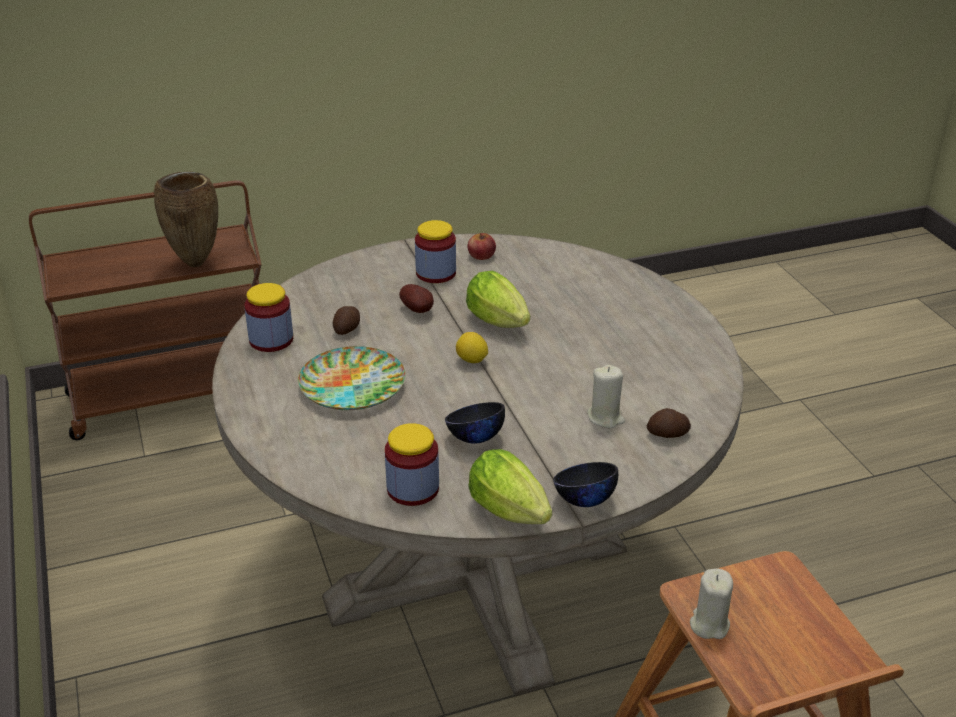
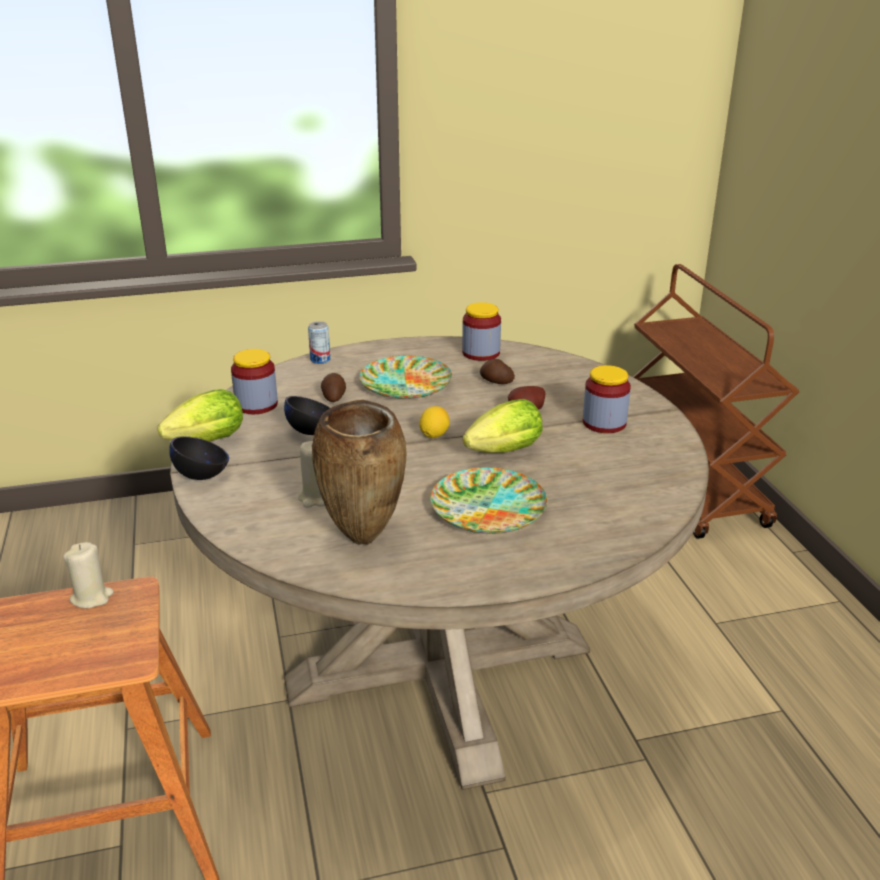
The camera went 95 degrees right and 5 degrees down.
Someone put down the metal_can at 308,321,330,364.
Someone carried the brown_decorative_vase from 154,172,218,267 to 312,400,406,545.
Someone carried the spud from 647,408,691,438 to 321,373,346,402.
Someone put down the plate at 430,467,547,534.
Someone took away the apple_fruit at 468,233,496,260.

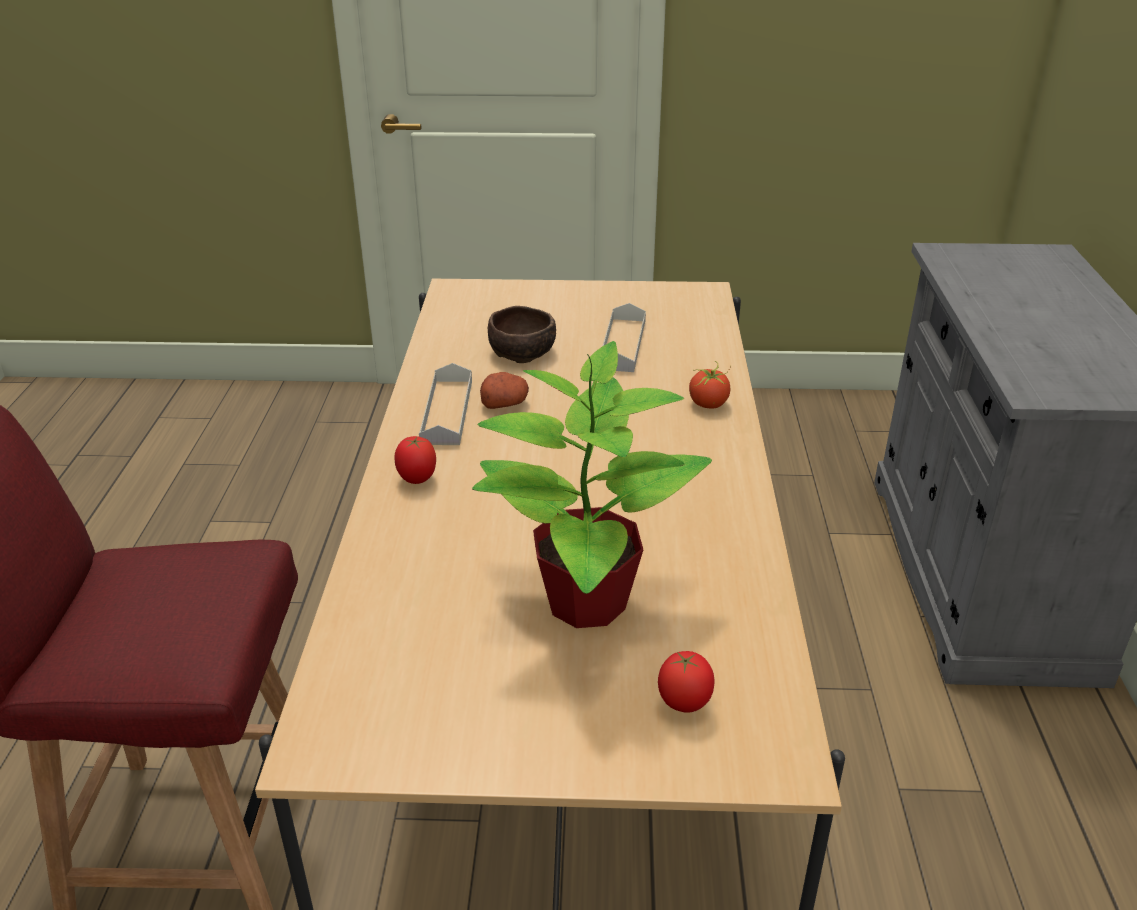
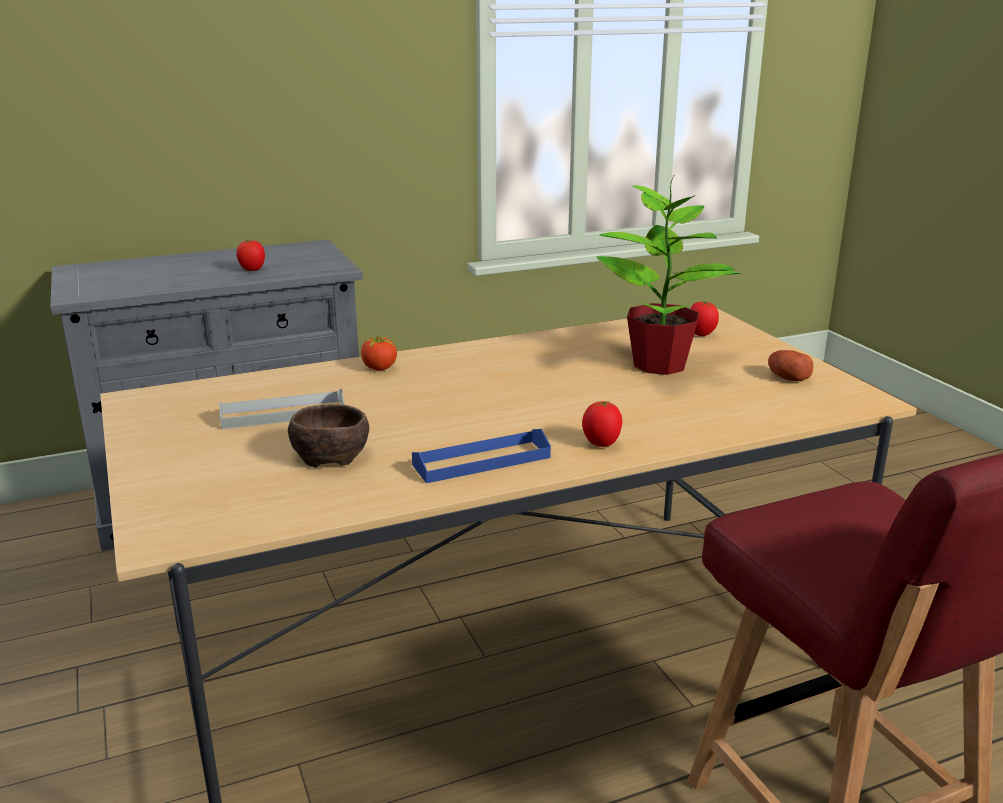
The camera went 115 degrees left and 10 degrees down.
Someone put down the tomato at 236,240,265,271.
Someone repainted the gray_tray at 419,363,472,445, which became the blue_tray at 412,429,551,483.
Someone carried the spud from 480,372,529,409 to 768,350,813,381.

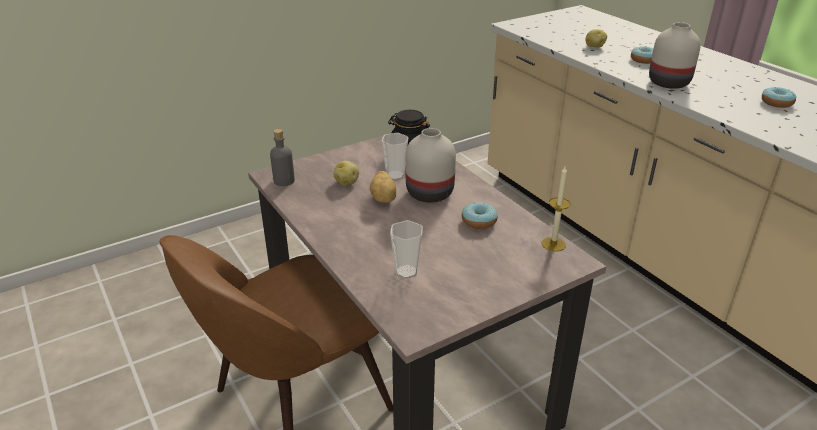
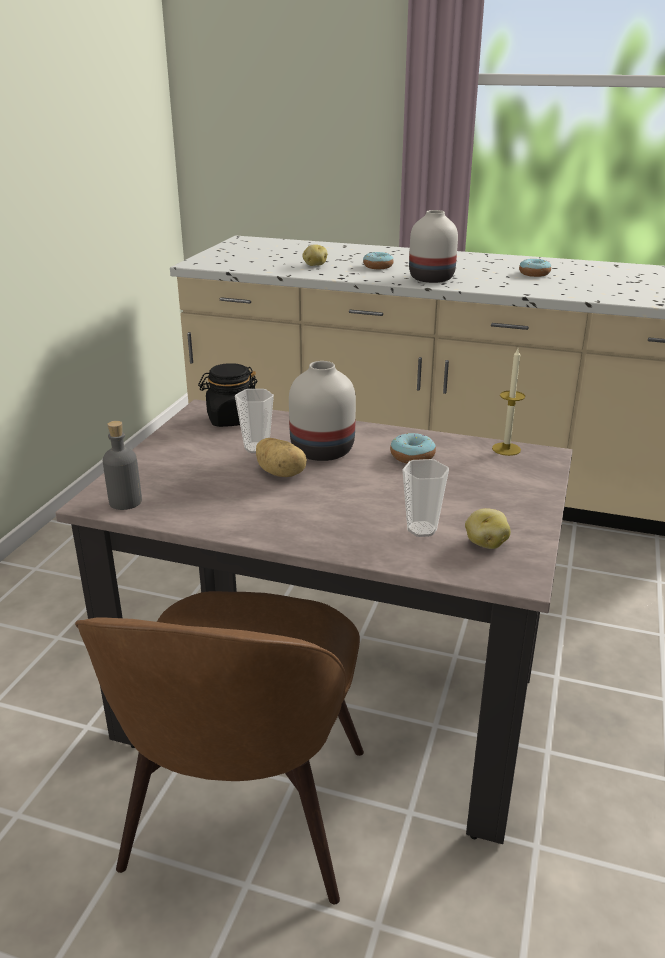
The camera went 40 degrees left and 5 degrees down.
Someone carried the spud from 333,161,359,185 to 465,508,511,549.

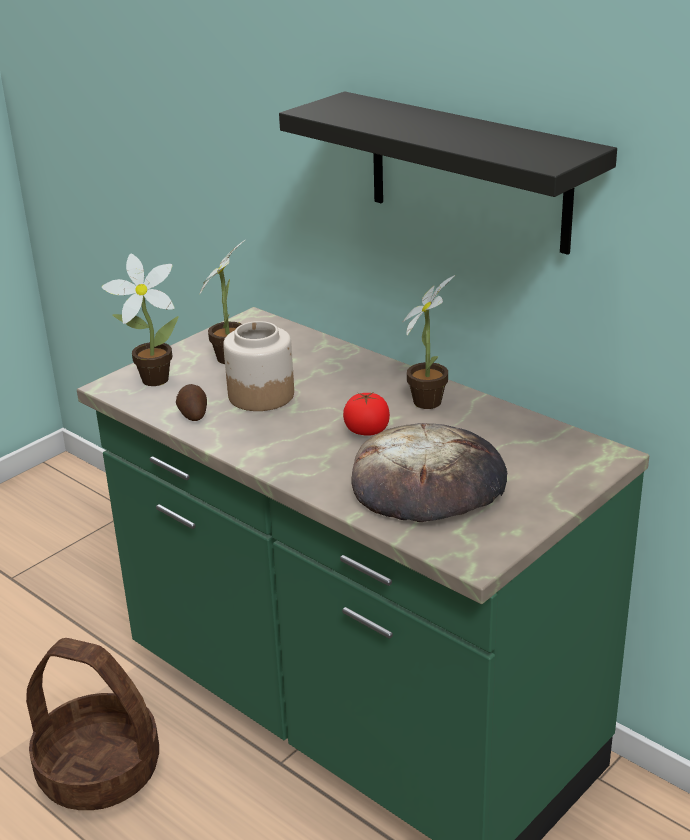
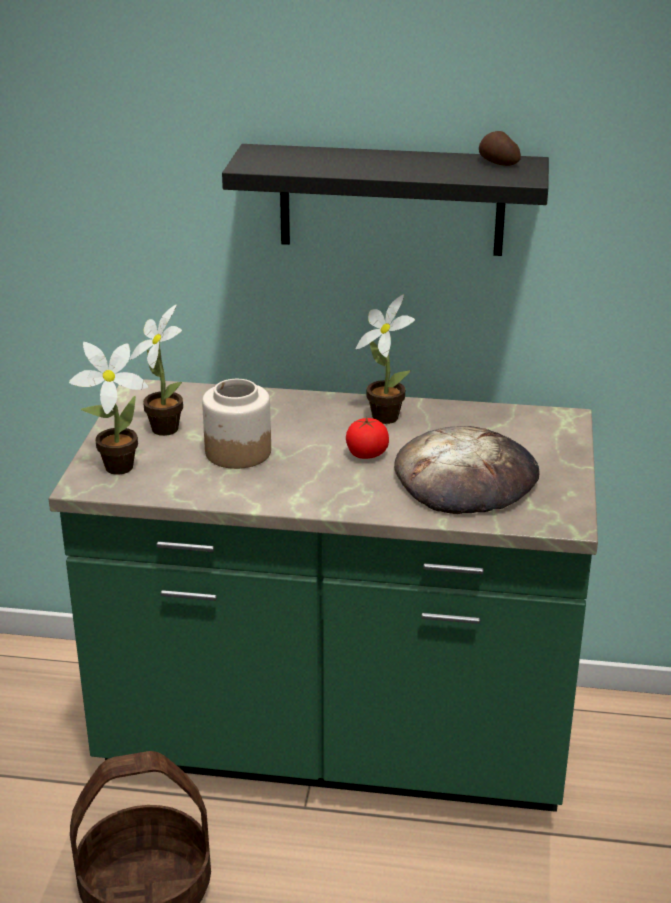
The camera went 35 degrees left and 0 degrees up.
Someone carried the spud from 176,384,207,421 to 479,131,521,166.

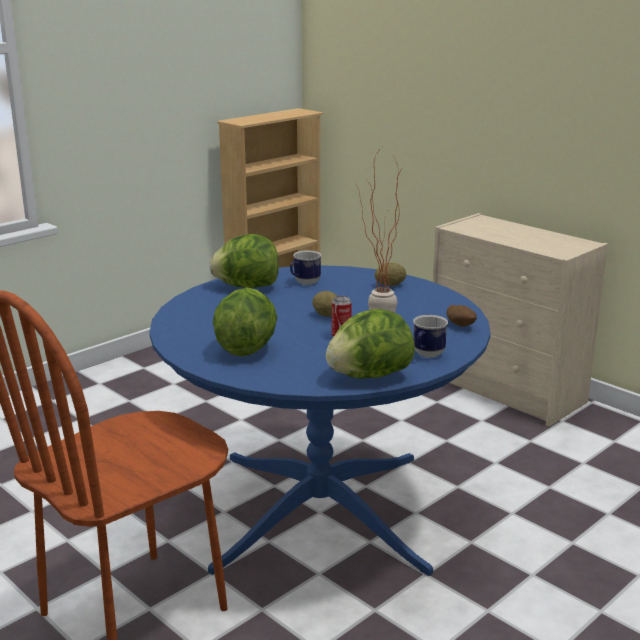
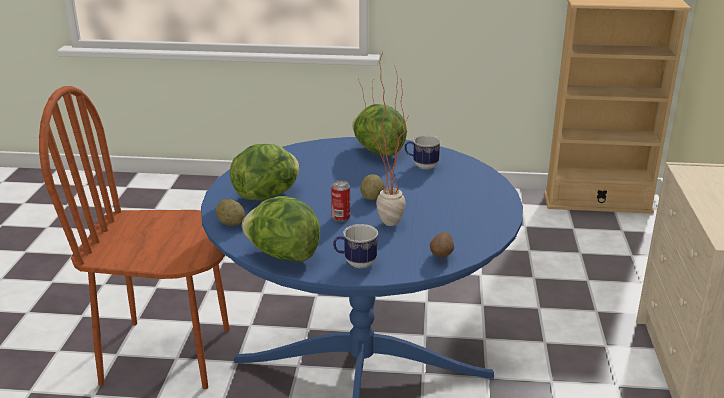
The camera went 50 degrees right and 5 degrees up.
Someone carried the spud from 375,263,406,286 to 216,199,245,226.

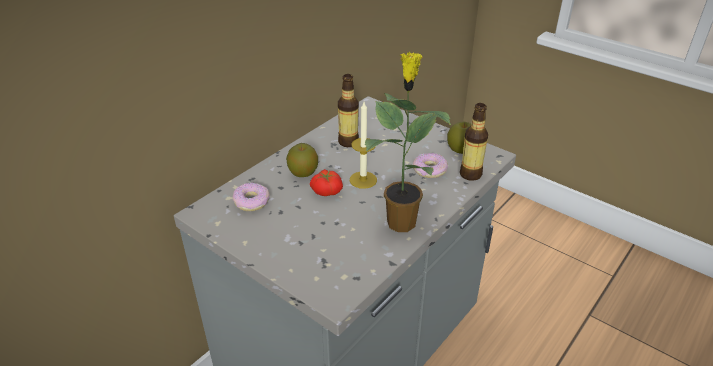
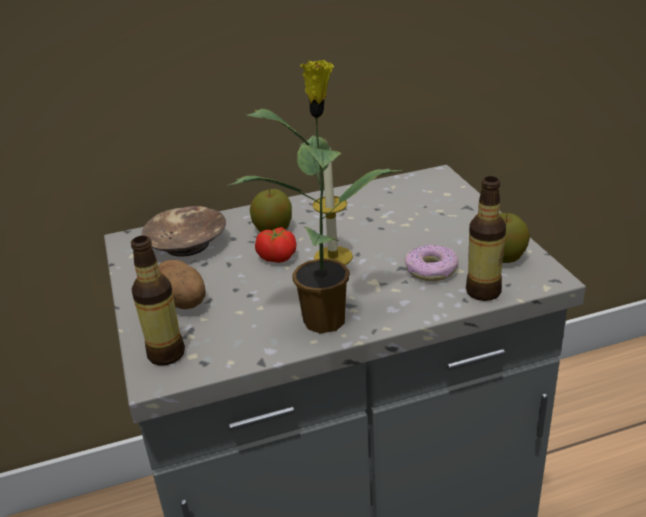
The camera went 35 degrees right and 5 degrees down.
Someone carried the bottle from 338,74,359,147 to 131,236,185,366.
Someone swapped the donut at 232,183,270,211 for the brown_deep_dish at 141,206,226,257.
Someone put down the spud at 158,260,206,309.

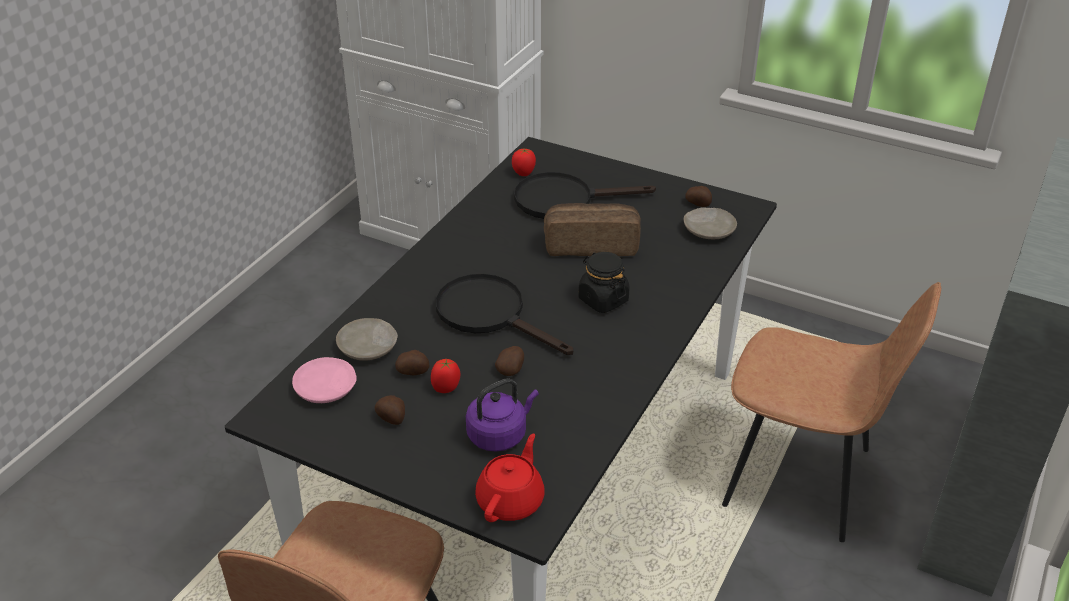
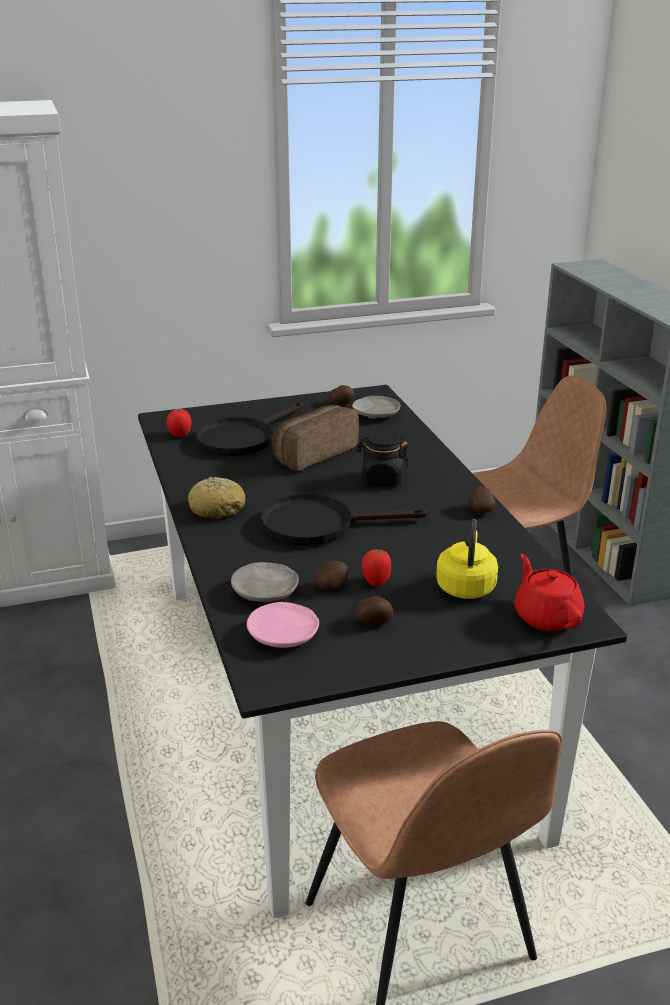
The camera went 45 degrees left and 10 degrees down.
Someone put down the bread at 188,477,246,519.
Someone repainted the purplish_kettle at 466,378,539,452, which became the yellowish_kettle at 436,519,498,599.
Someone carried the spud from 495,346,524,376 to 468,486,495,513.

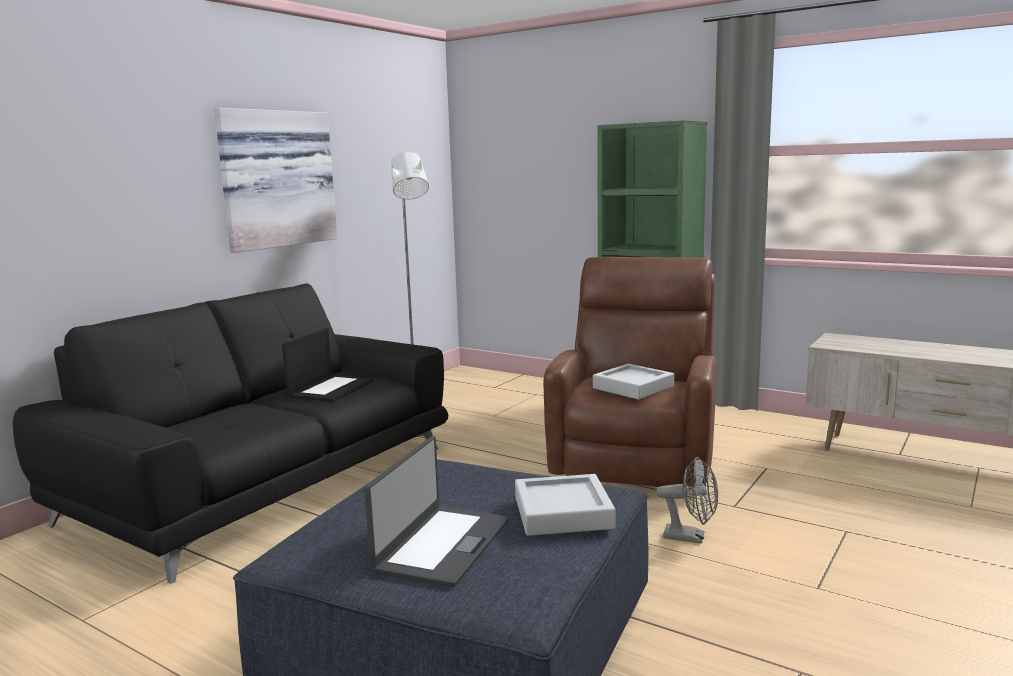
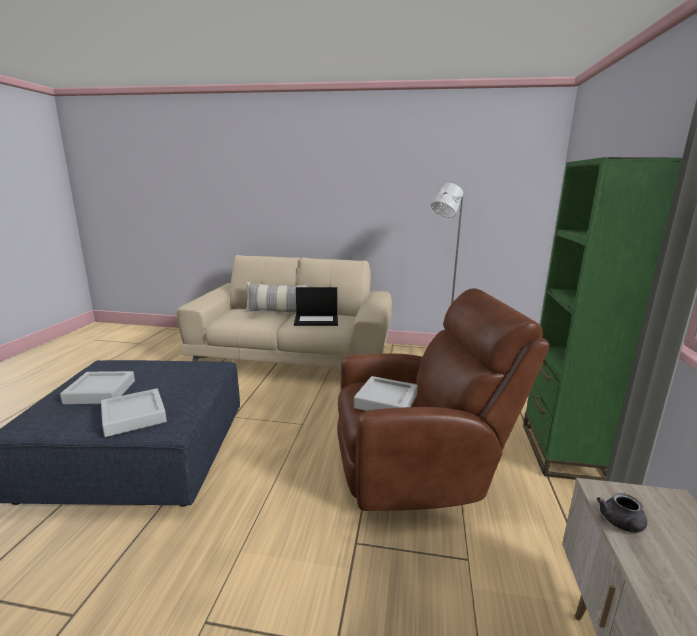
The camera went 65 degrees right and 5 degrees up.
Someone swapped the notebook_computer at 364,436,509,587 for the gray_tray at 60,371,135,404.
Someone repainted the black_sofa at 13,283,448,584, which became the sand-coloured_sofa at 176,255,392,368.
Someone put down the pillow at 245,281,311,312.
Someone put down the gray_teapot at 597,493,647,533.
Someone took away the picture at 215,108,337,253.
Someone took away the gray_electric_fan at 656,457,718,544.

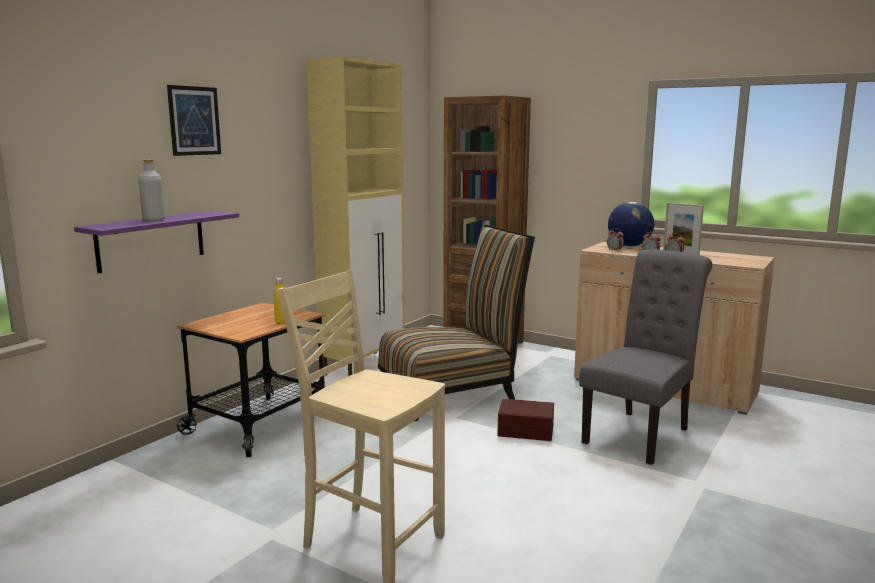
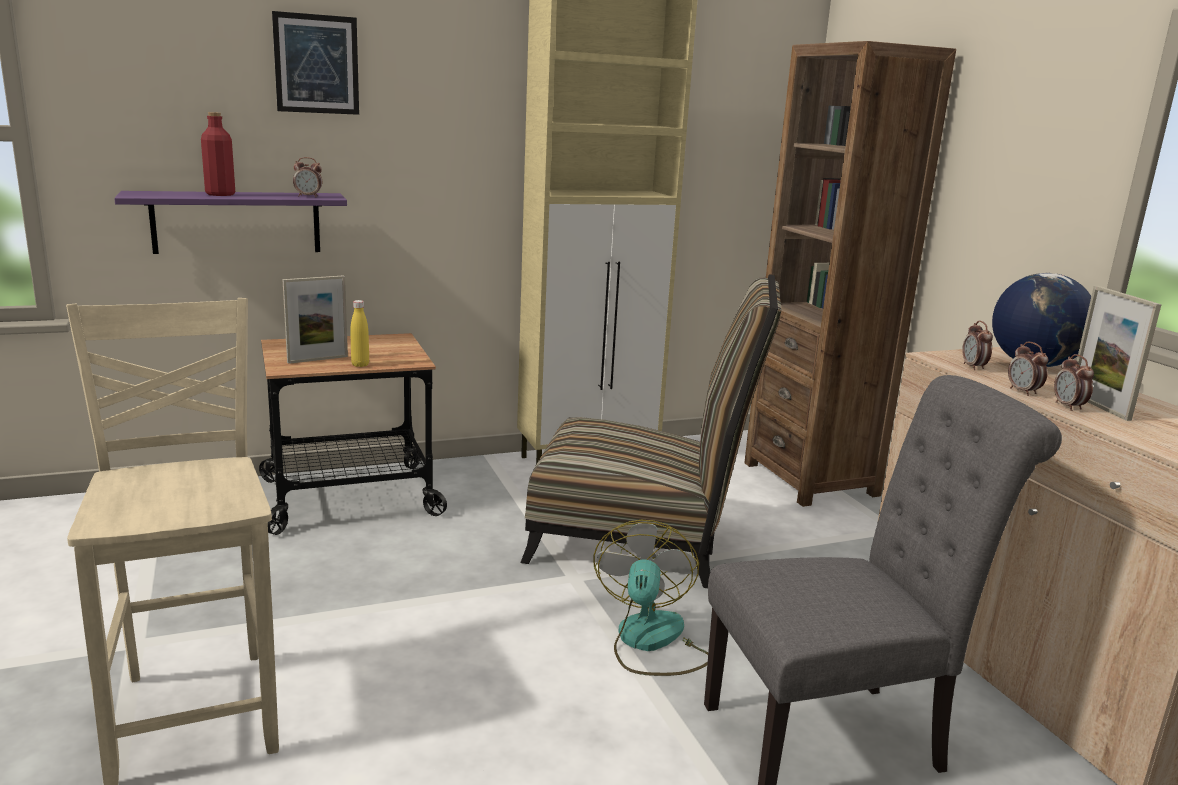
The camera went 35 degrees right and 5 degrees up.
Someone repainted the gray_bottle at 138,160,165,221, which became the red-coloured_bottle at 201,112,235,196.
Someone put down the photo_frame at 282,275,348,364.
Someone put down the table_clock at 293,157,322,197.
Someone swapped the brown_storage_box at 497,399,554,441 for the electric_fan at 594,520,708,676.

